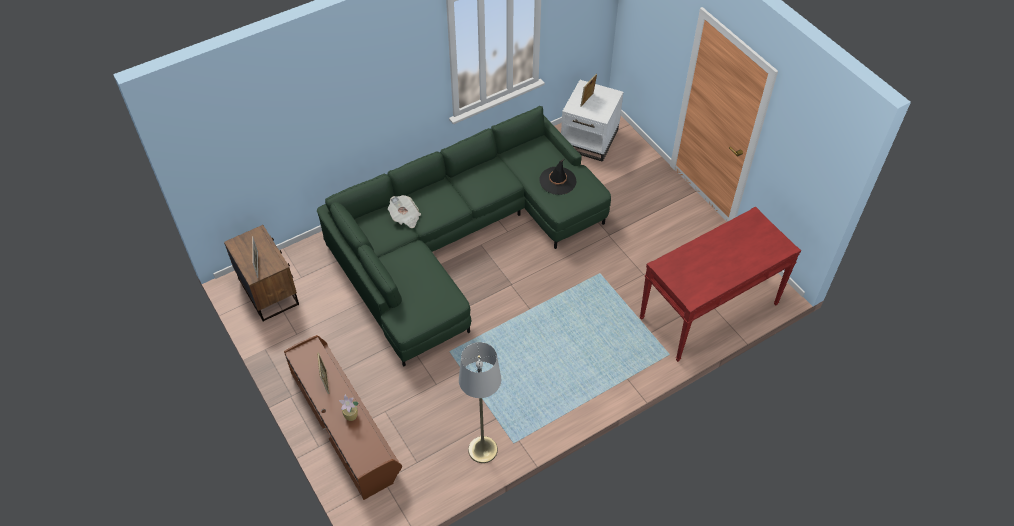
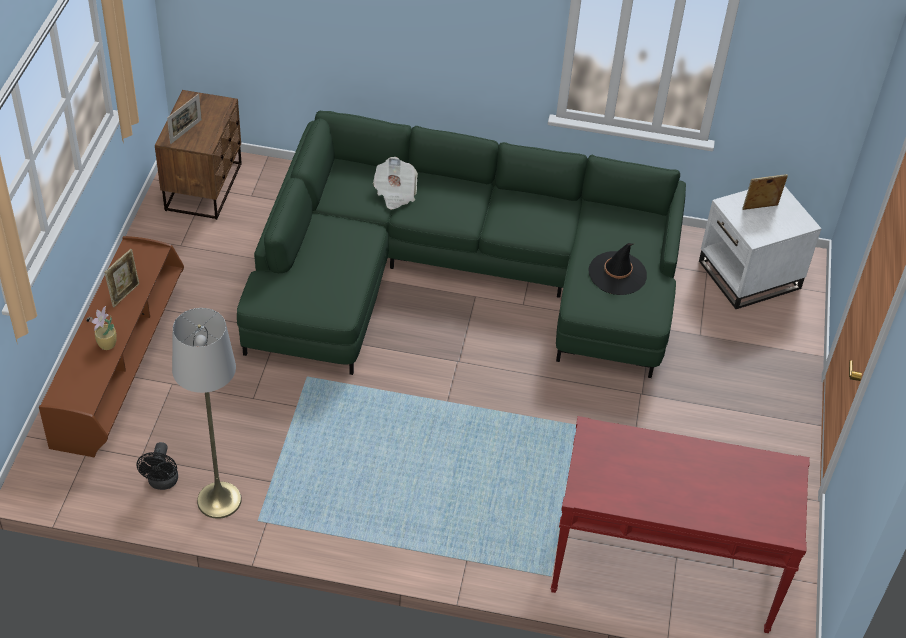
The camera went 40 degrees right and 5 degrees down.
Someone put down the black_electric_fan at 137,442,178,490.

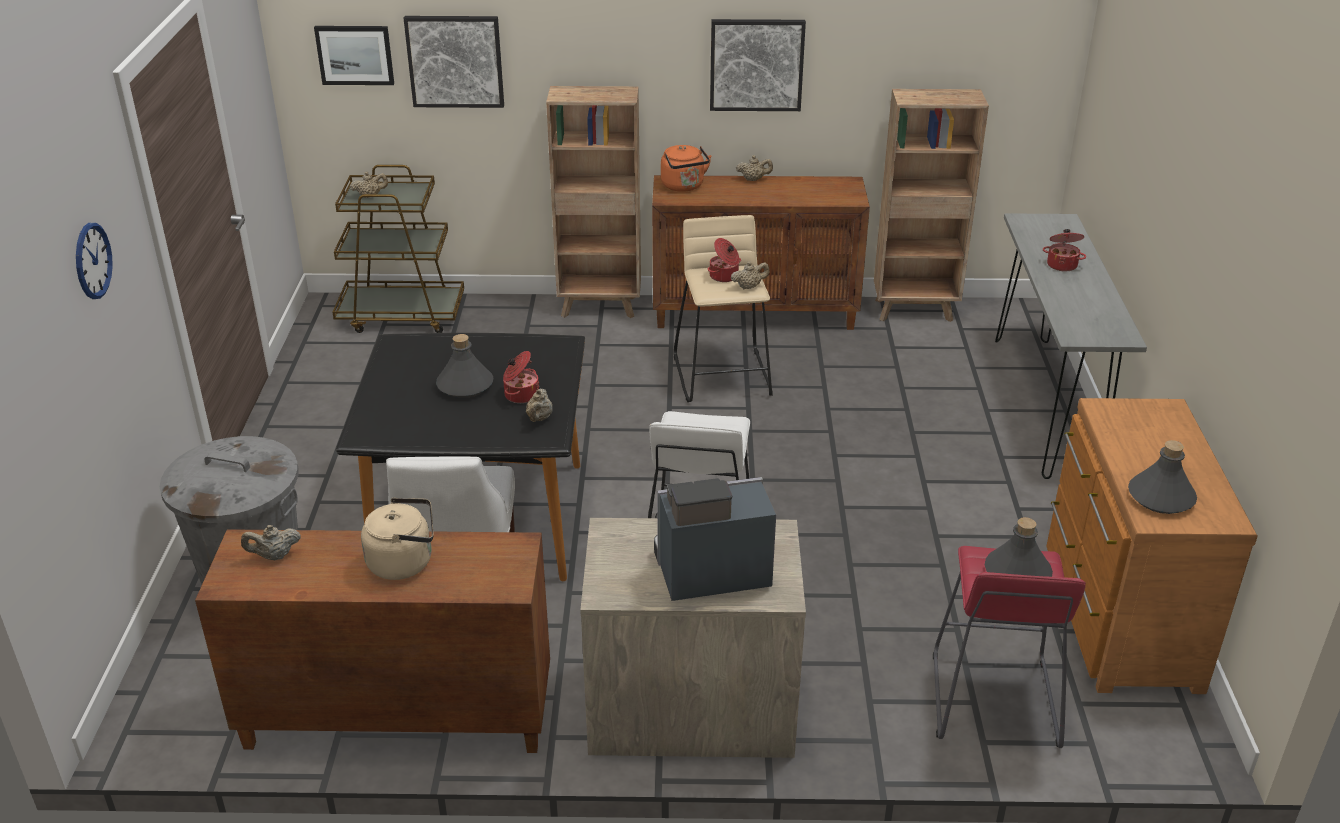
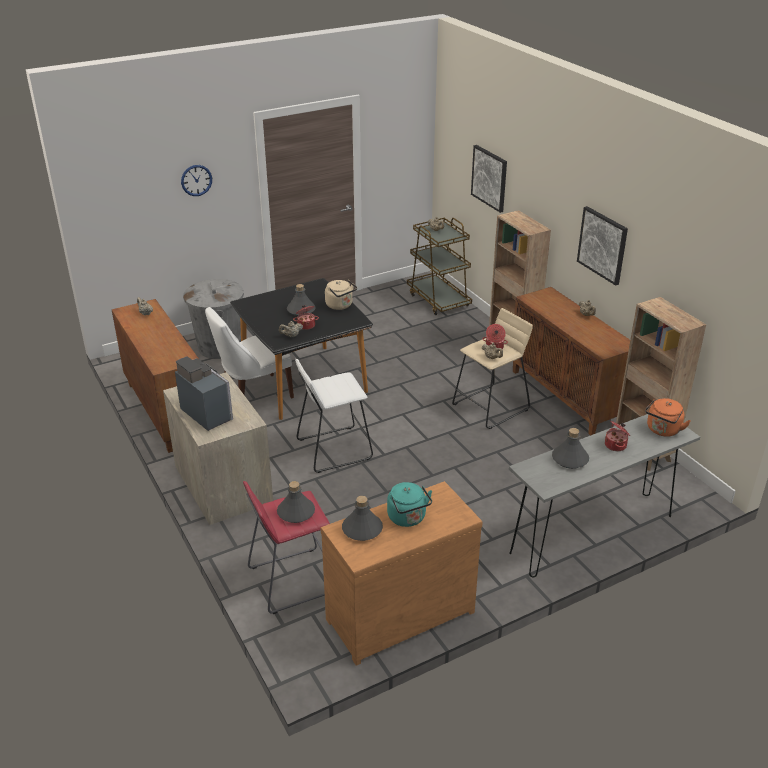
The camera went 60 degrees right and 0 degrees up.
Someone carried the sand-coloured_kettle from 361,498,434,580 to 325,280,357,310.
Someone put down the blue-green_kettle at 387,482,432,527.
Someone put down the gray_bottle at 552,428,589,469.
Someone carried the orange_kettle from 661,145,711,192 to 645,398,691,437.
Someone took away the picture at 314,26,394,85.

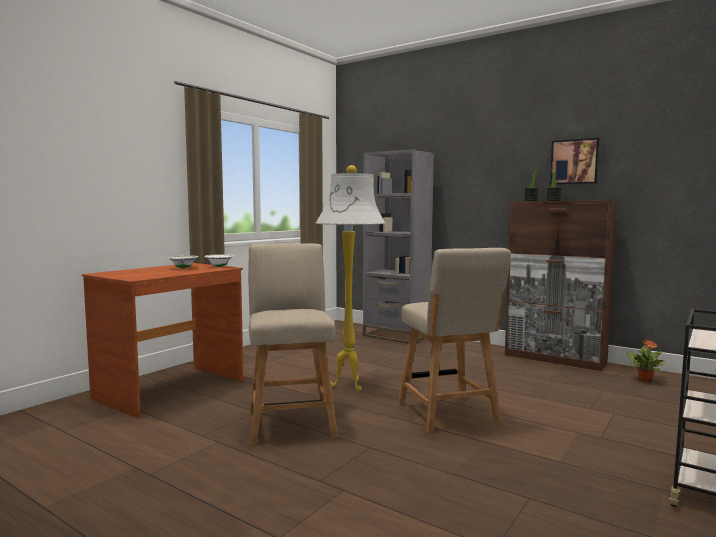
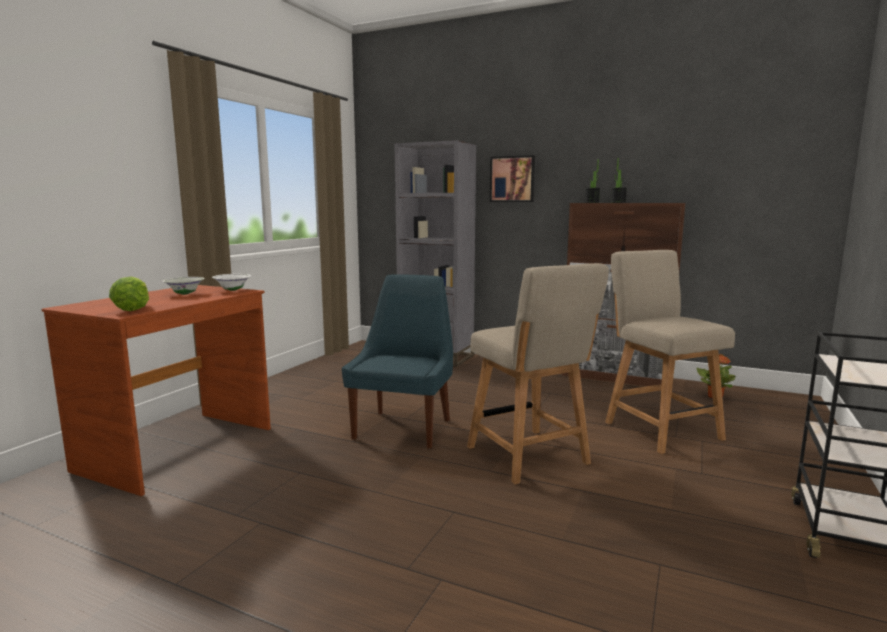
The camera went 10 degrees left and 5 degrees up.
Someone put down the lettuce at 109,276,149,311.
Someone swapped the whitish_standard_lamp at 316,165,385,392 for the blue_chair at 342,275,453,449.
Someone carried the picture from 550,138,600,184 to 490,155,535,202.
Someone carried the sand-coloured_chair from 248,243,338,445 to 605,250,735,454.

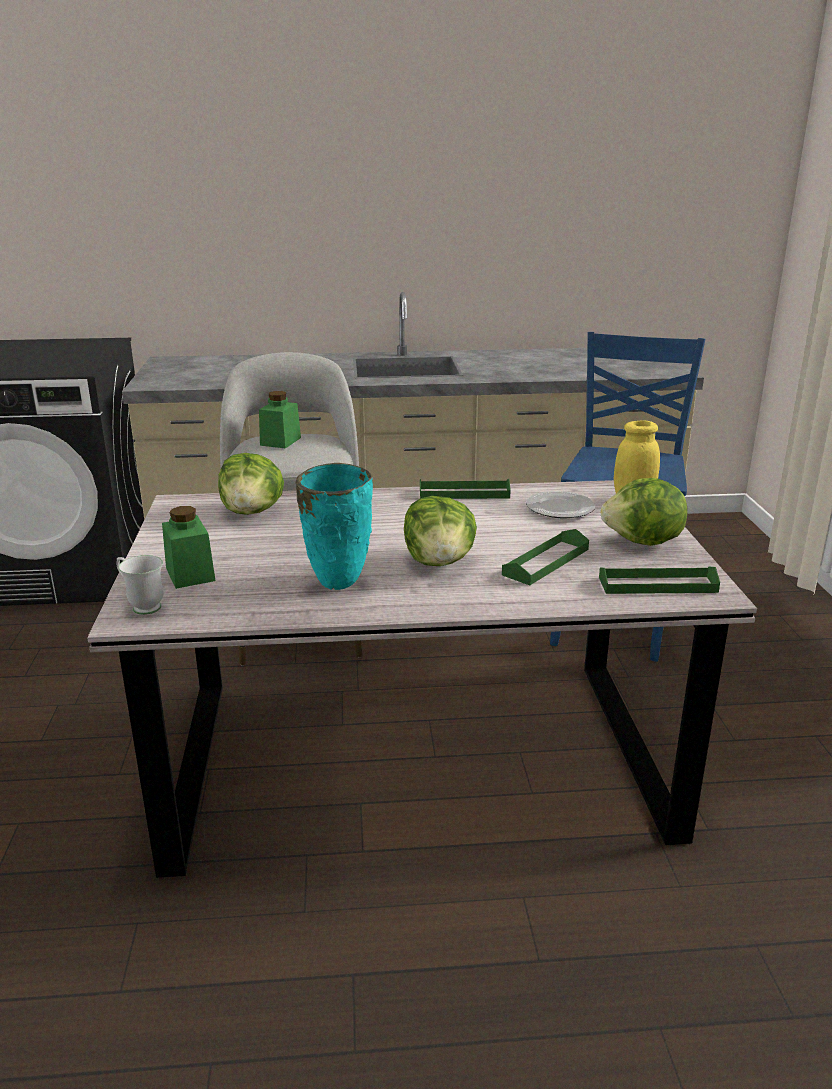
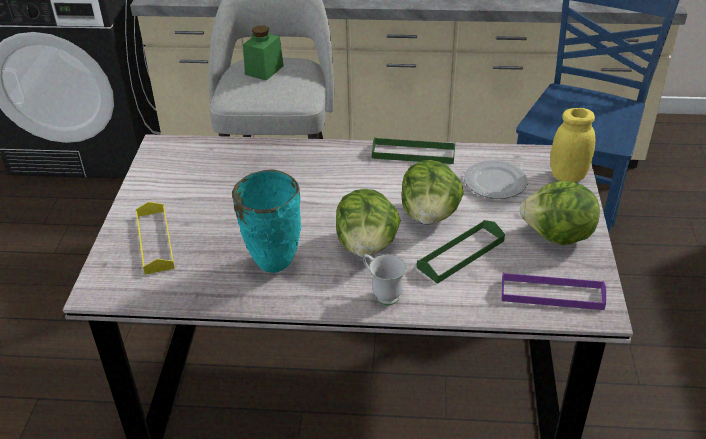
The camera went 10 degrees right and 15 degrees up.
Someone swapped the green_jar at 162,506,216,589 for the yellowish_tray at 136,202,175,275.
Someone carried the whitish_tea_mug from 116,555,163,615 to 363,254,406,306.
Someone carried the lettuce from 218,453,284,515 to 401,160,464,225.
Someone repainted the green_tray at 599,567,720,594, which became the purplish_tray at 502,272,606,310.

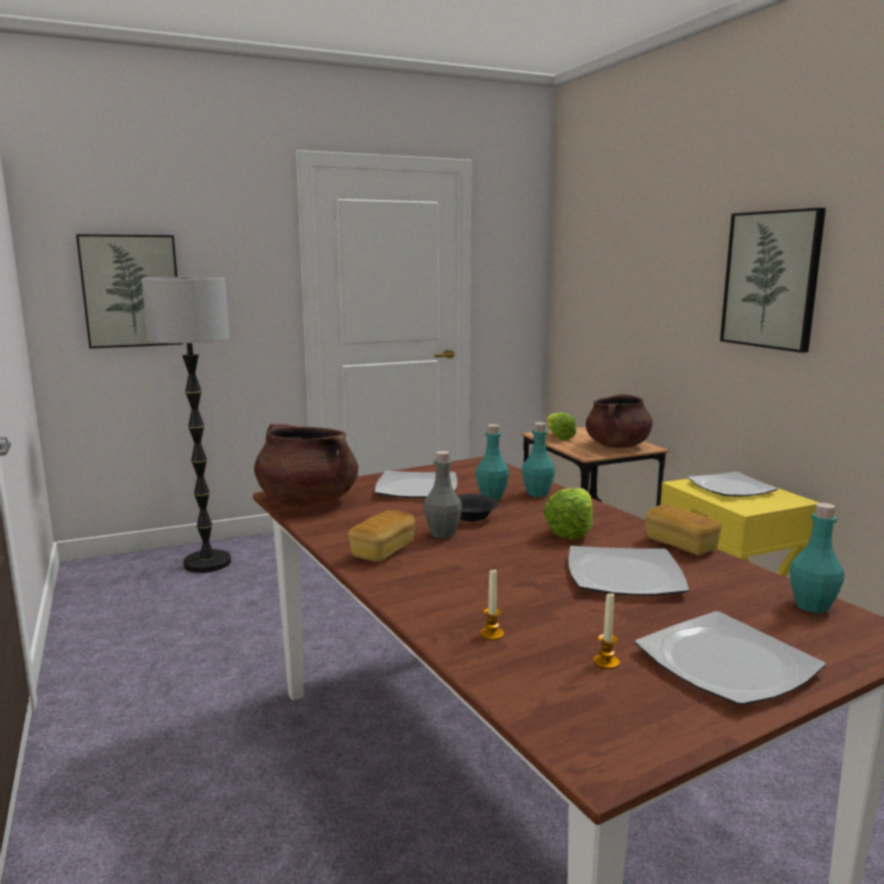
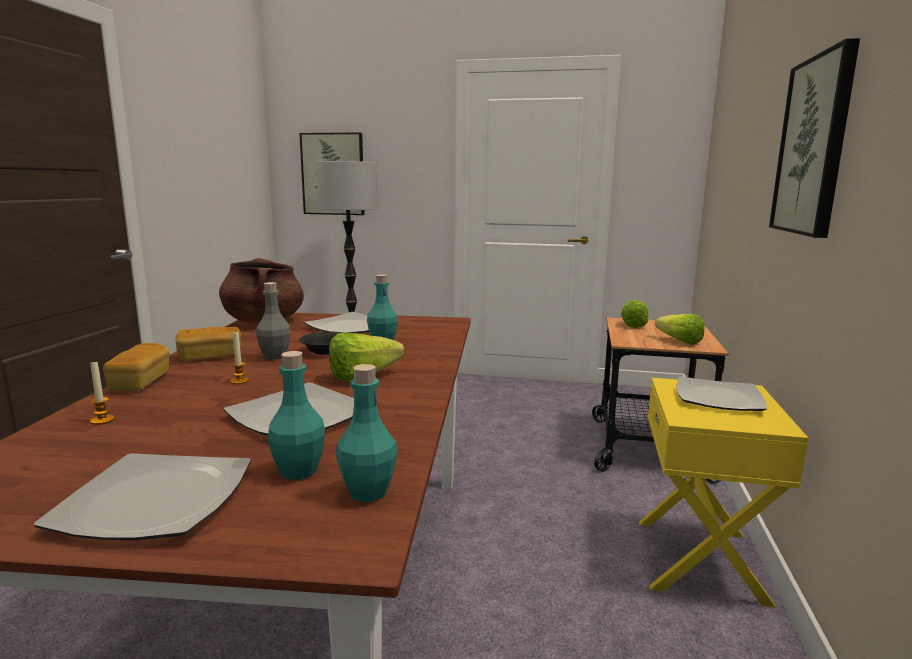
The camera went 35 degrees right and 0 degrees up.
Someone carried the bread from 645,504,722,555 to 103,343,170,391.
Someone carried the candle from 593,592,620,669 to 230,330,249,384.
Someone carried the blue-green_bottle from 522,422,555,497 to 268,351,325,480.
Someone swapped the brown_saucepot at 586,394,653,448 for the lettuce at 655,314,705,345.

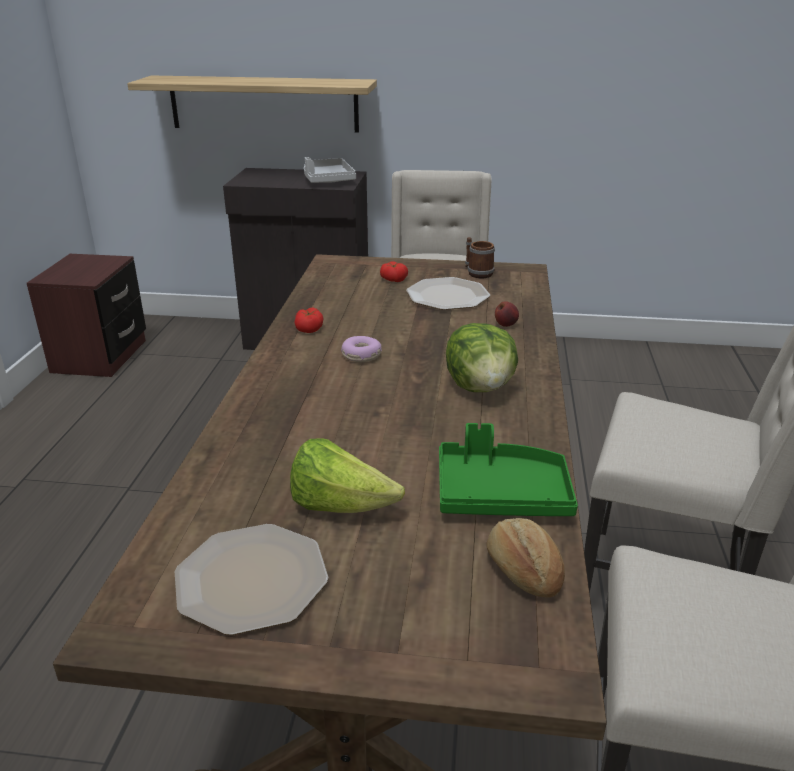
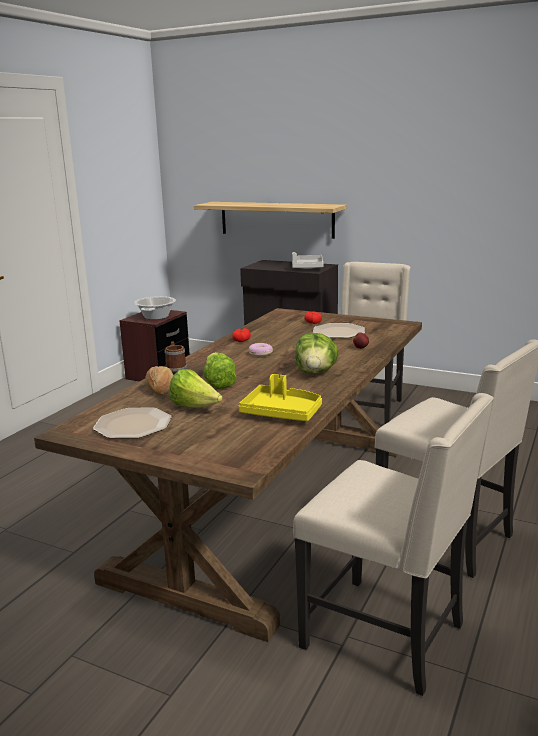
The camera went 20 degrees right and 10 degrees down.
Someone put down the saucepot at 134,296,176,320.
Someone carried the bread from 486,518,565,598 to 145,366,174,395.
Someone carried the tea_mug from 465,237,495,278 to 165,341,187,375.
Someone put down the lettuce at 203,352,237,389.
Someone repainted the green_tray at 439,423,578,516, which became the yellowish_tray at 238,374,322,421.

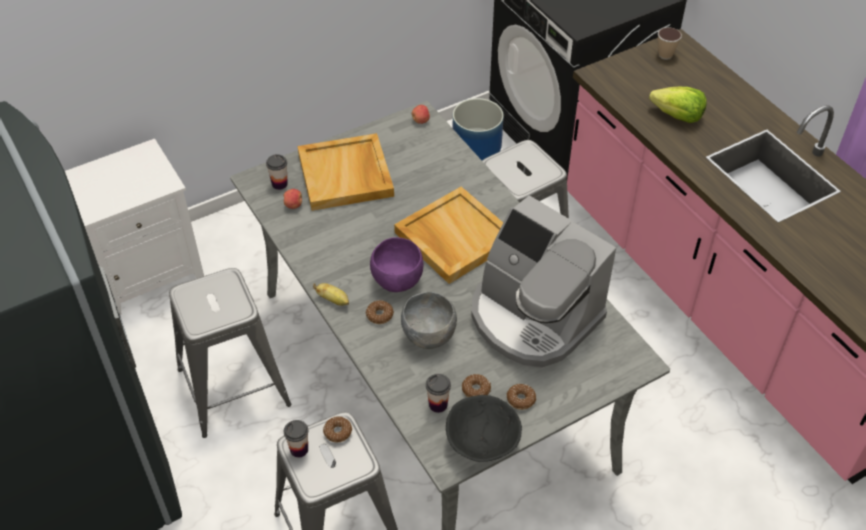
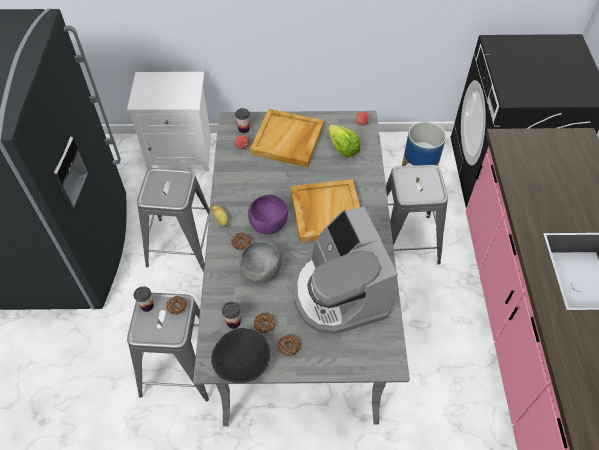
The camera went 30 degrees right and 5 degrees up.
Someone carried the lettuce from 649,87,707,123 to 328,124,361,157.
Someone took away the small_cup at 658,27,682,60.

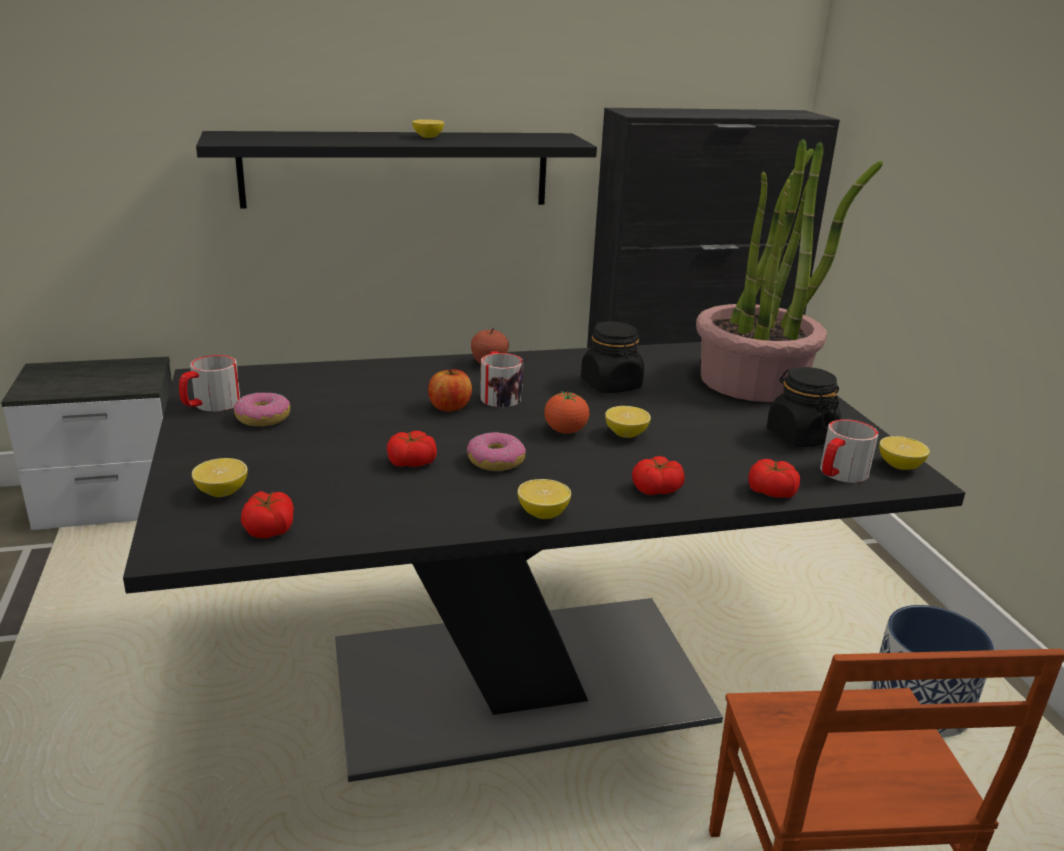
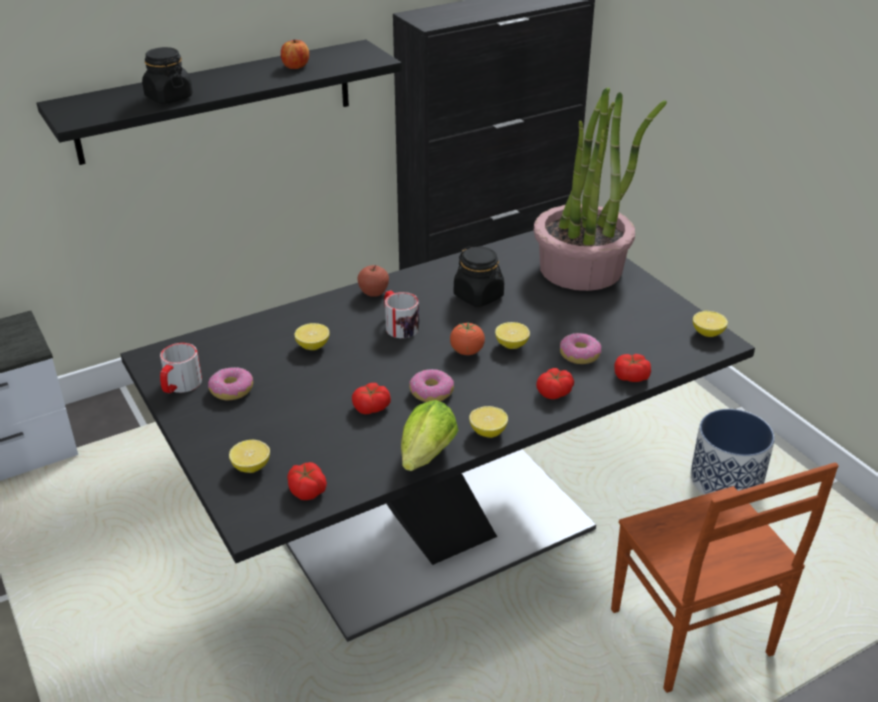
The camera went 15 degrees left and 10 degrees up.
Someone carried the black_jar from 767,367,841,447 to 142,47,193,104.
Someone carried the apple_fruit from 428,369,472,412 to 281,39,309,69.
Someone carried the lemon from 412,119,444,138 to 294,323,330,350.
Someone put down the lettuce at 401,400,458,471.
Someone put down the donut at 560,333,601,364.
Someone took away the tea_mug at 820,419,878,483.

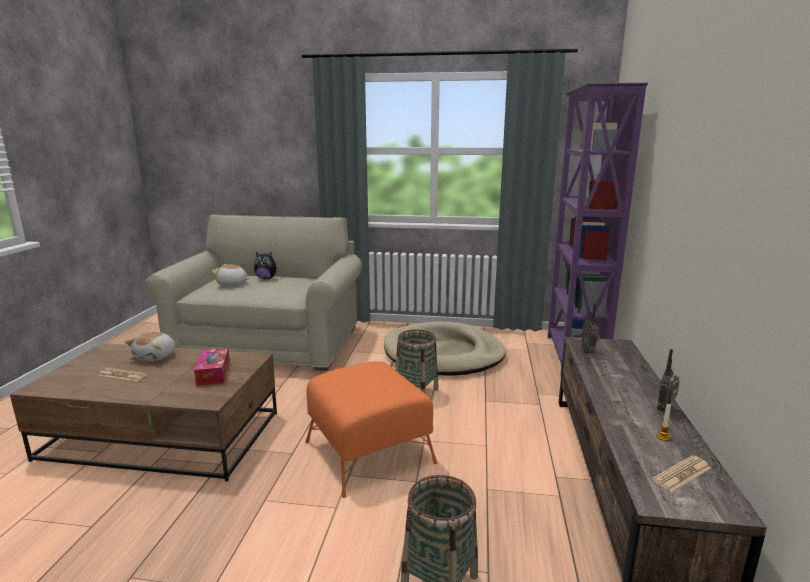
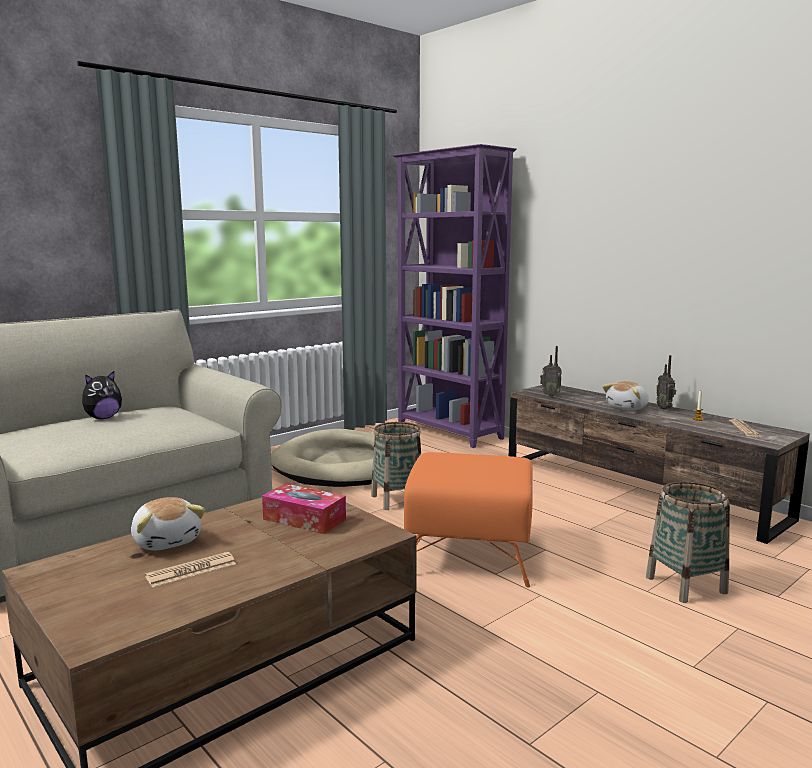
The camera went 50 degrees left and 5 degrees down.
Someone carried the plush_toy from 212,264,250,286 to 602,381,649,410.

